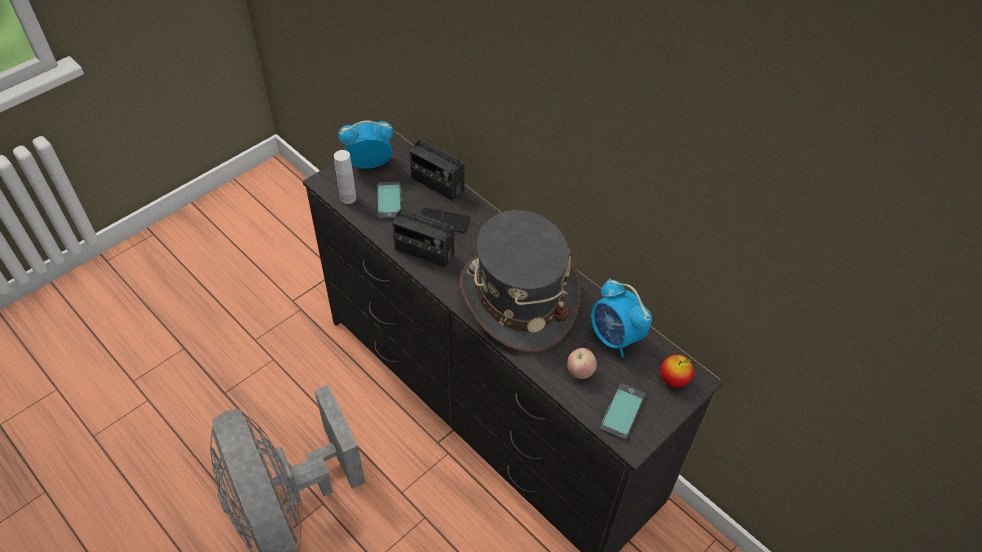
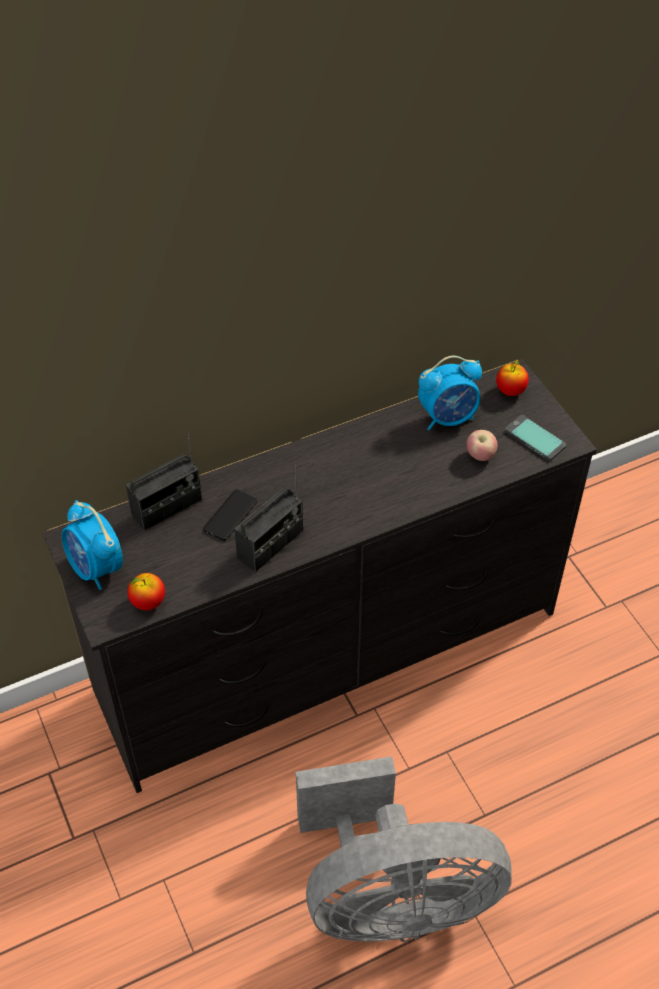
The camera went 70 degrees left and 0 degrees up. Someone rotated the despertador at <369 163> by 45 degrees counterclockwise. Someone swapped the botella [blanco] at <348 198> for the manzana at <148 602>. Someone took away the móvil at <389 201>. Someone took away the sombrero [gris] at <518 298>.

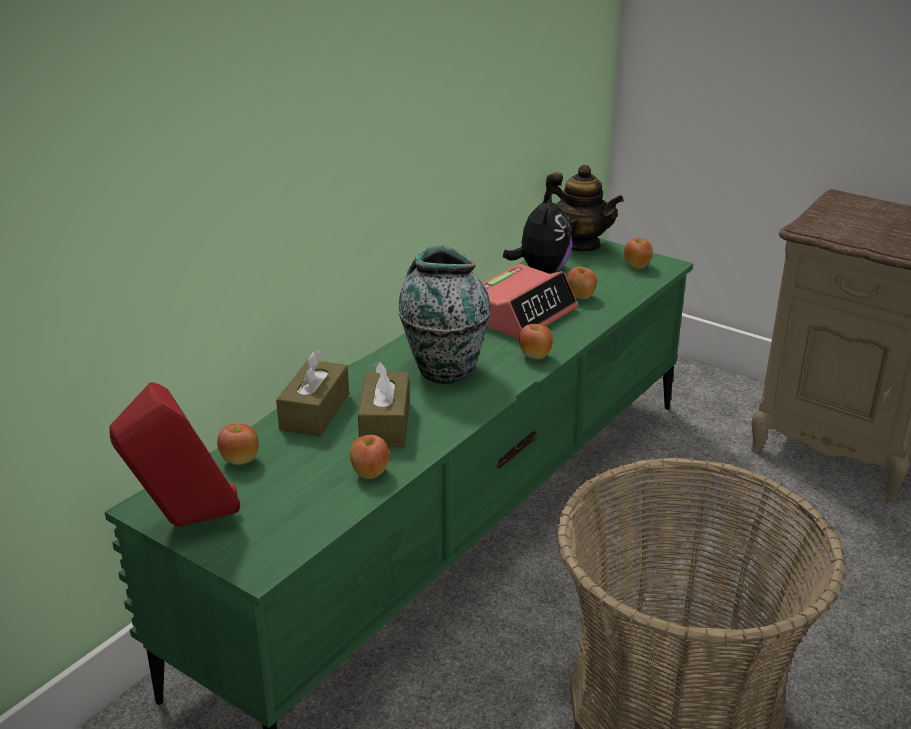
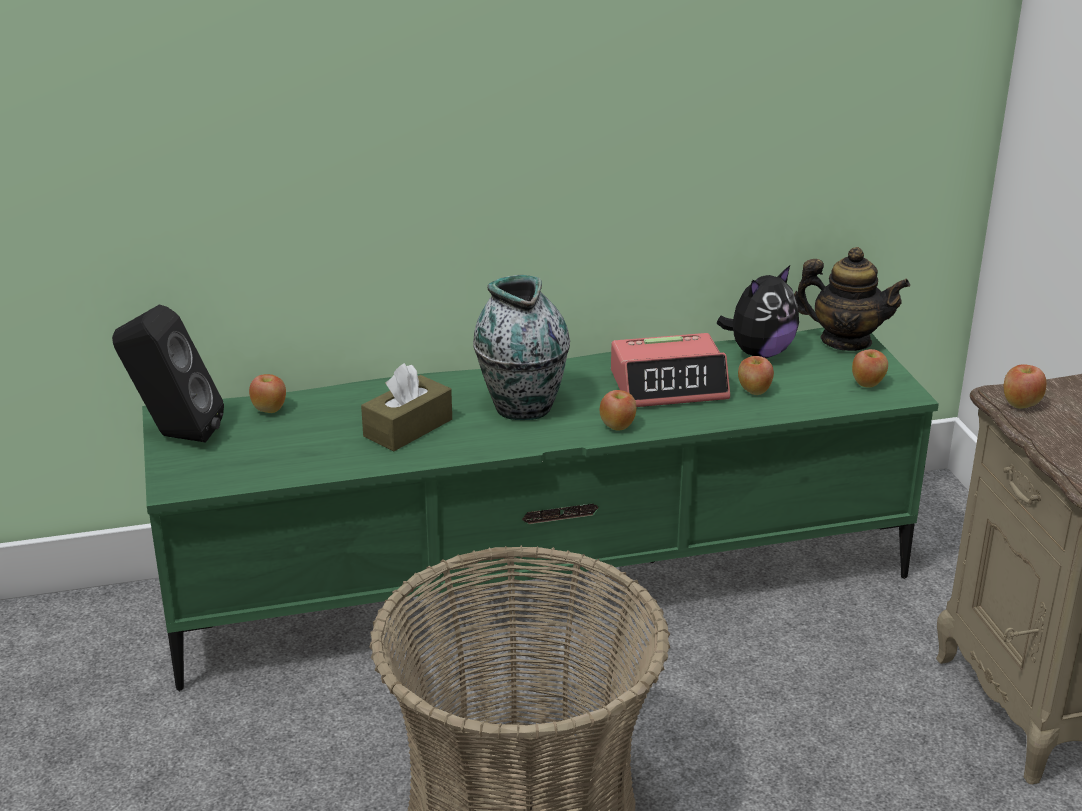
The camera went 40 degrees right and 0 degrees up. Someone repainted the altavoz [rojo] at <184 523>, which became the altavoz [negro] at <174 436>. Someone rotated the tetera at <579 244> by 60 degrees counterclockwise. Someone carried the manzana from <369 473> to <1020 404>. Someone took away the caja de pañuelos [marrón] at <315 412>.

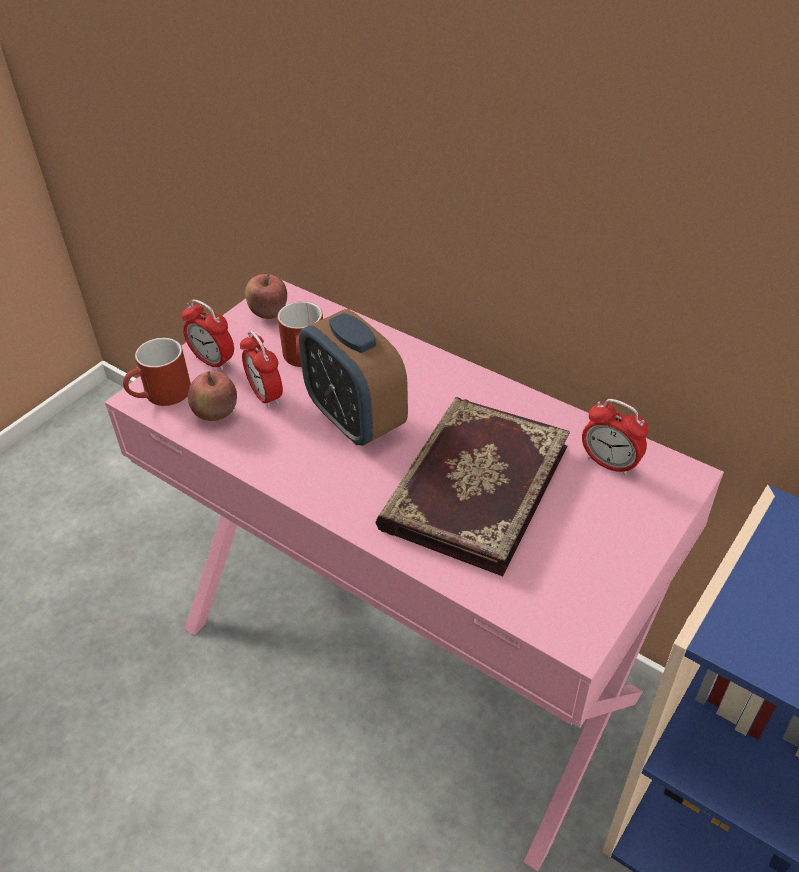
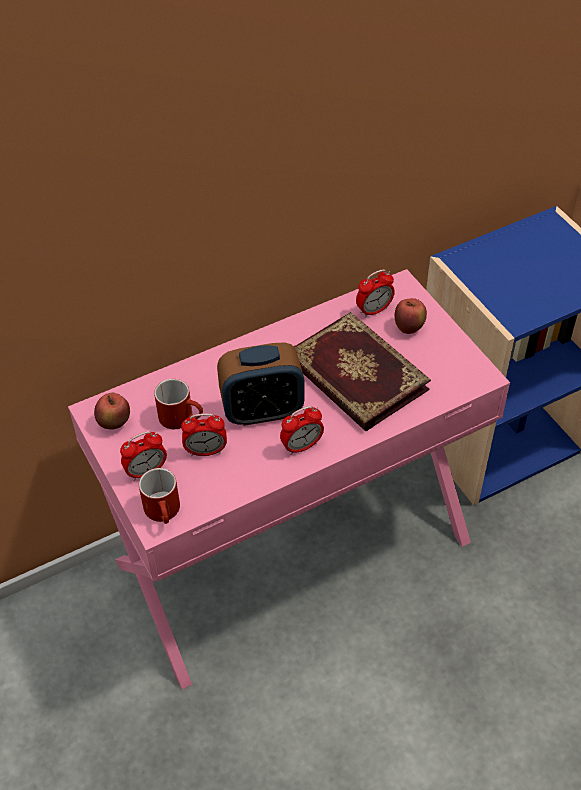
The camera went 65 degrees left and 5 degrees up. Someone put down the despertador at <301 446>. Someone carried the manzana from <216 415> to <409 327>.

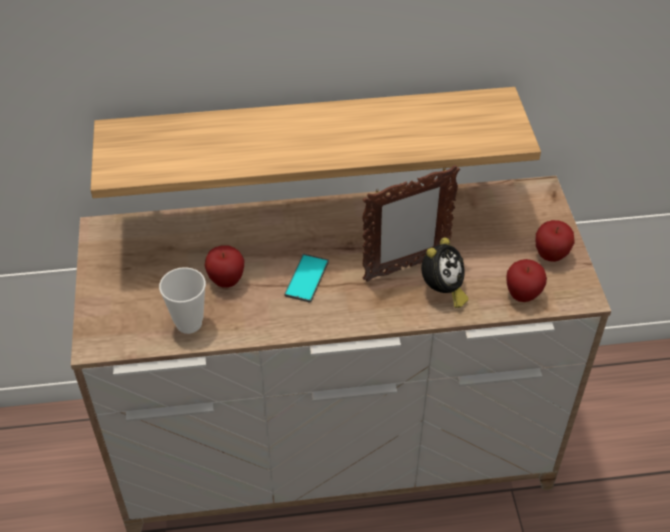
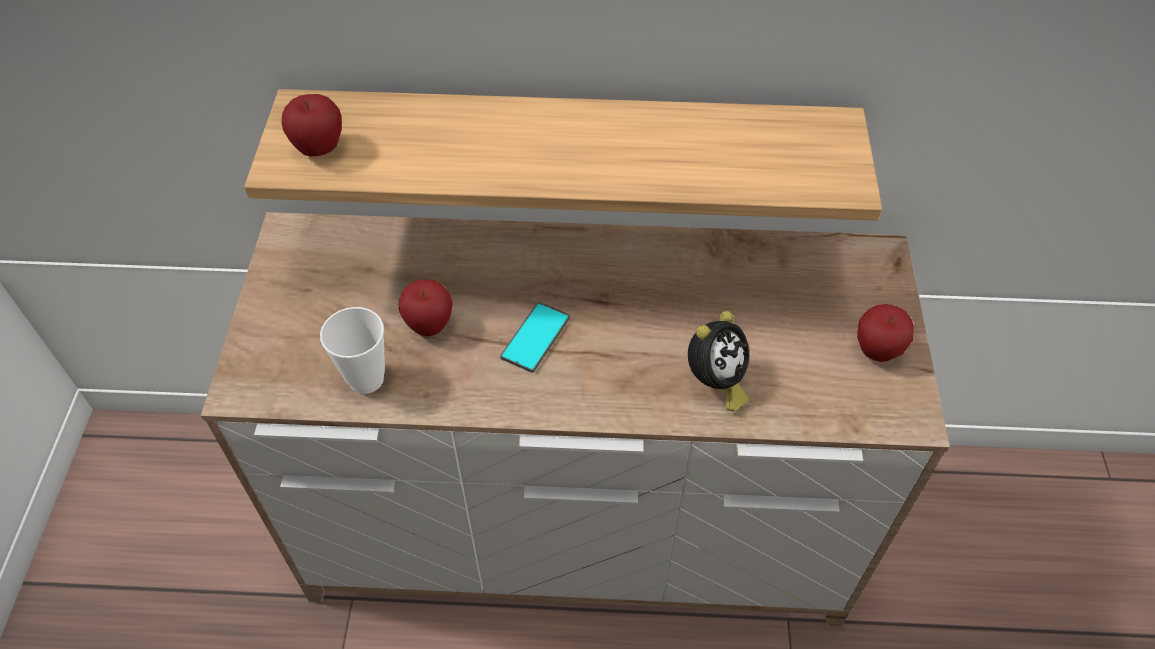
The camera went 10 degrees right and 5 degrees up. Someone carried the manzana from <522 295> to <319 149>. Someone took away the portarretratos at <405 267>.

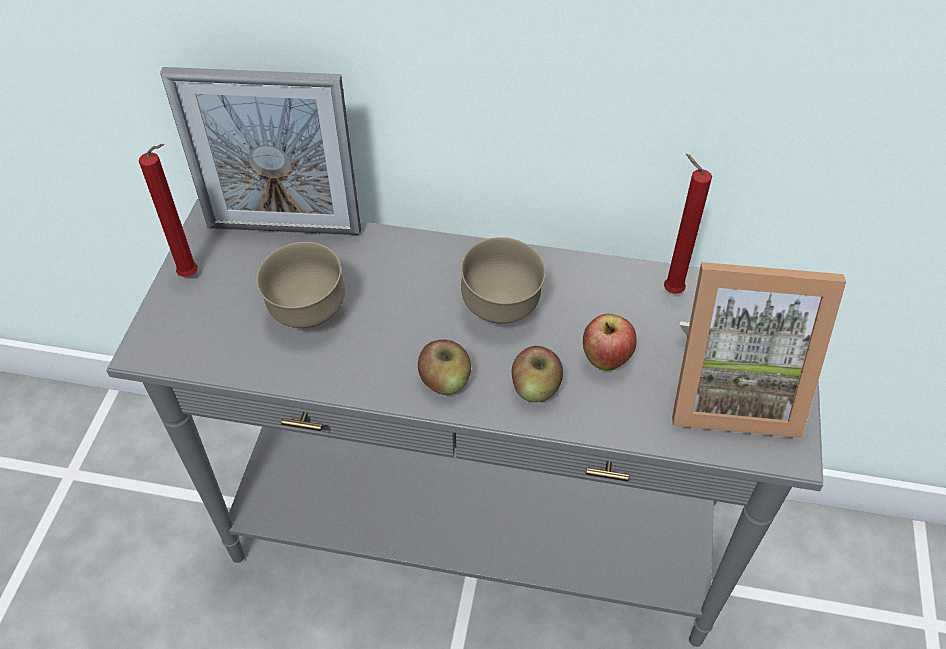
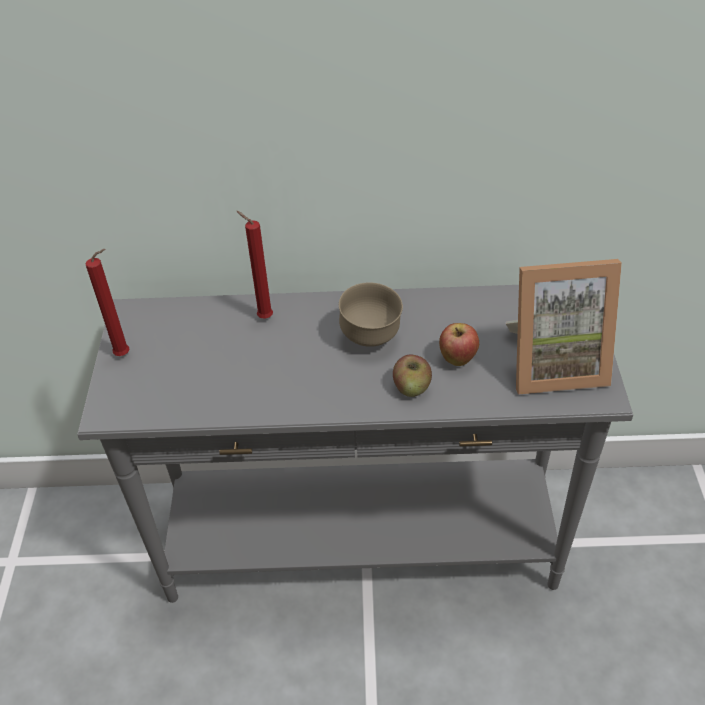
The camera went 10 degrees left and 5 degrees down. Someone carried the vela [rojo] from <669 290> to <263 317>. Someone took away the portarretratos at <284 229>. Someone took away the cuenco [marrón] at <307 314>. Someone took away the manzana at <445 380>.

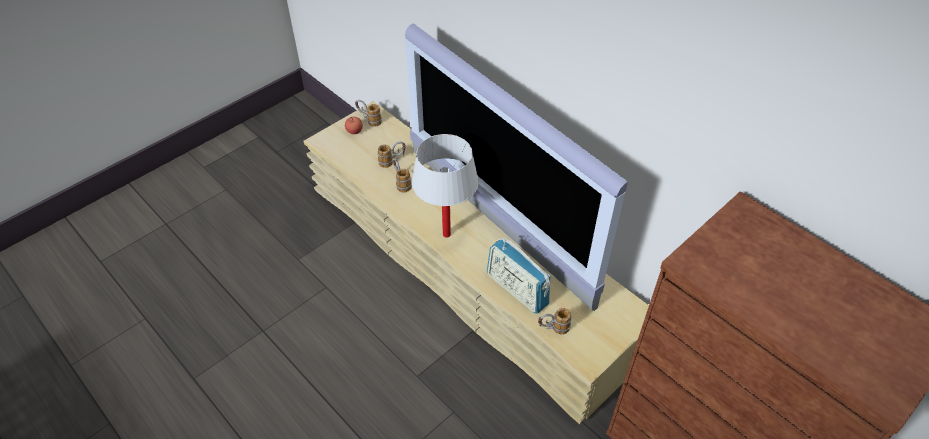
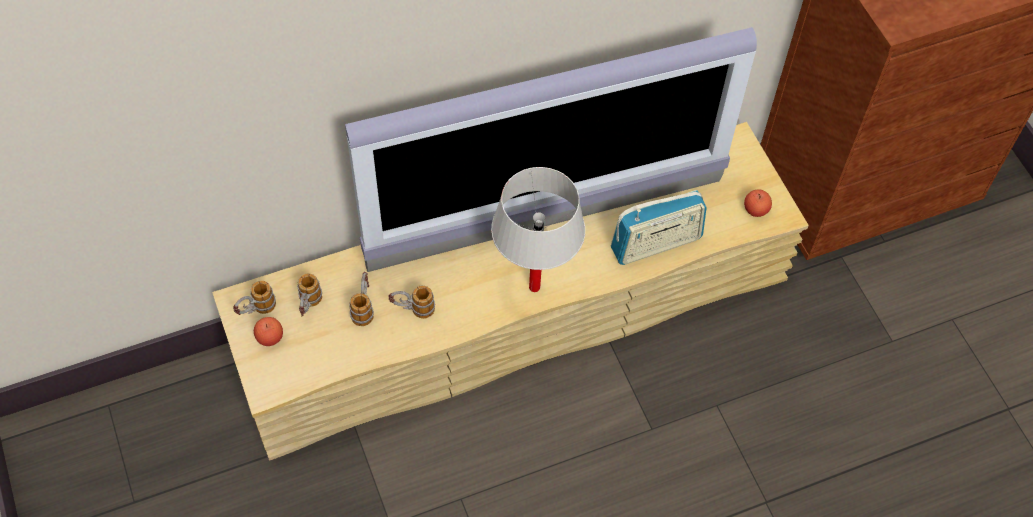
The camera went 70 degrees left and 10 degrees up. Someone carried the taza grande from <553 329> to <309 306>. Someone put down the manzana at <755 209>.

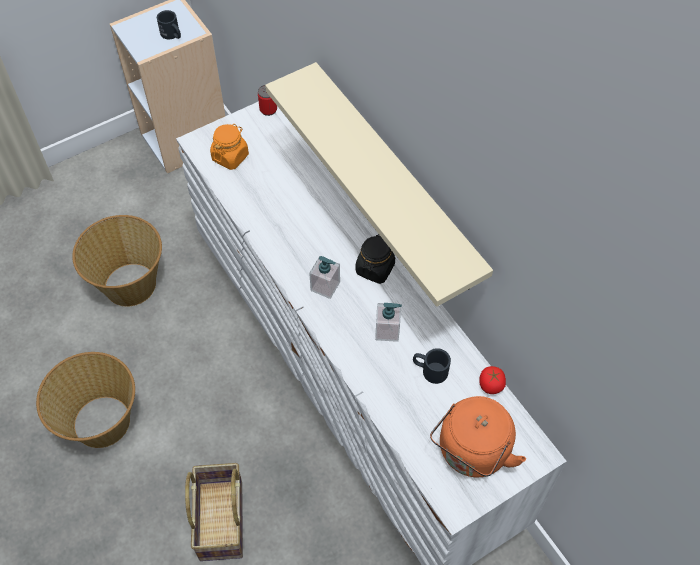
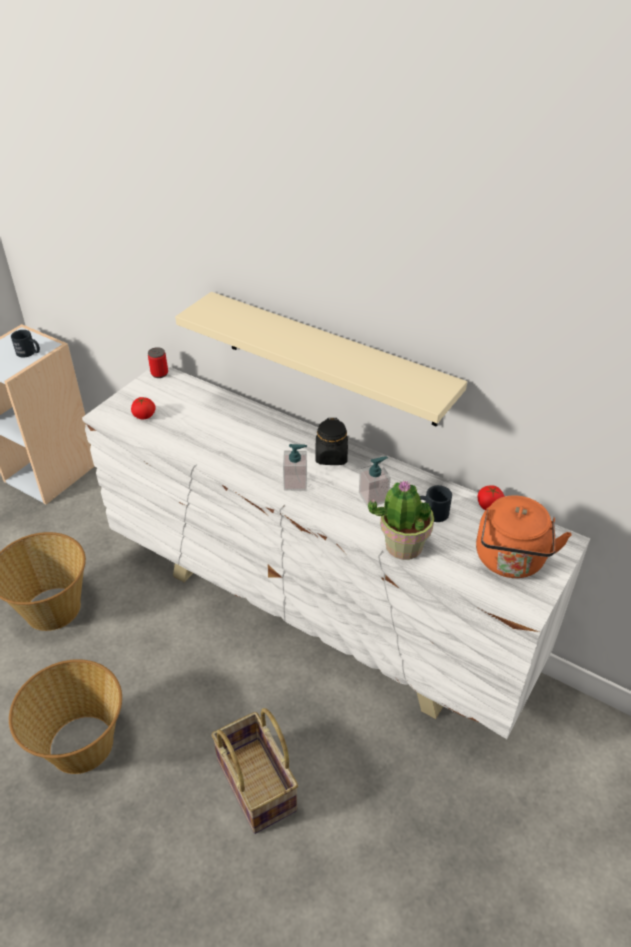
The camera went 25 degrees left and 15 degrees down. Someone swapped the tarro [naranja] at <230 157> for the tomate at <144 416>. Someone put down the planta en maceta at <403 545>.

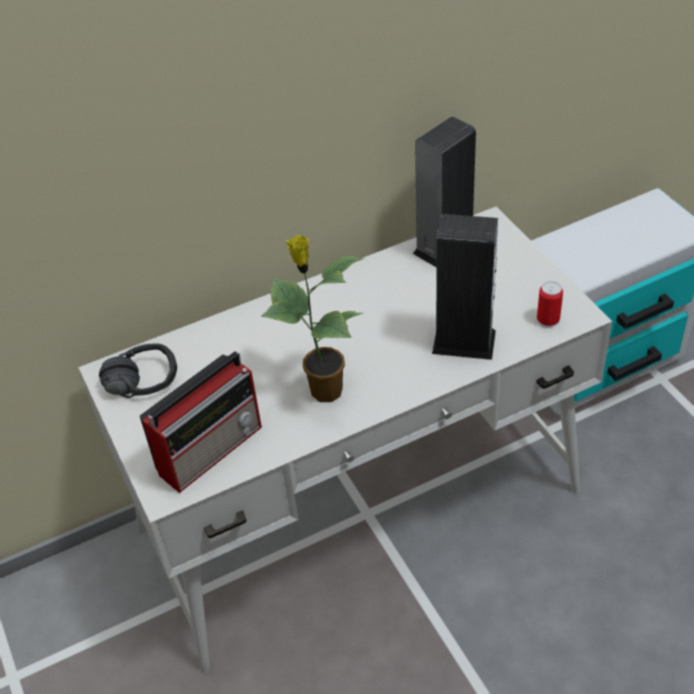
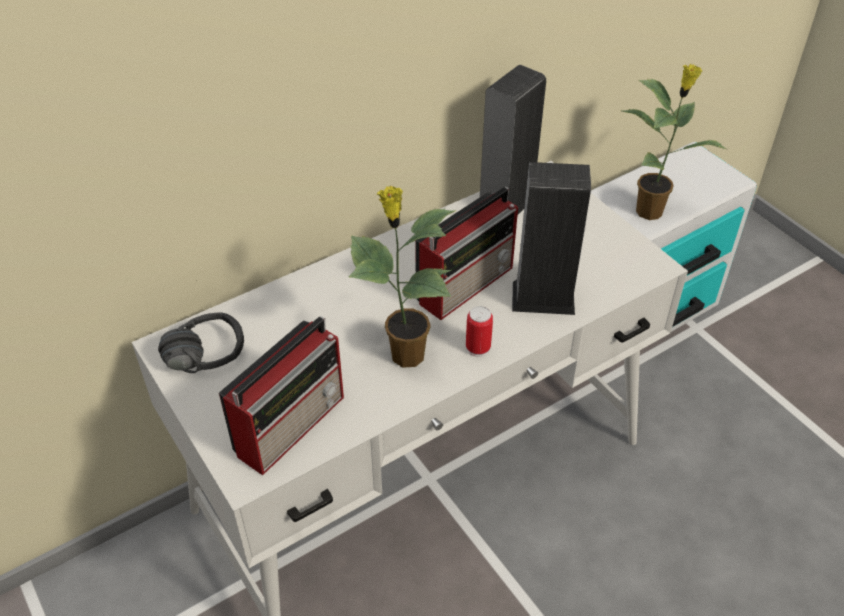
The camera went 10 degrees left and 0 degrees up. Someone put down the radio at <467 283>. Someone carried the lata from <548 320> to <478 347>. Someone put down the planta en maceta at <651 211>.

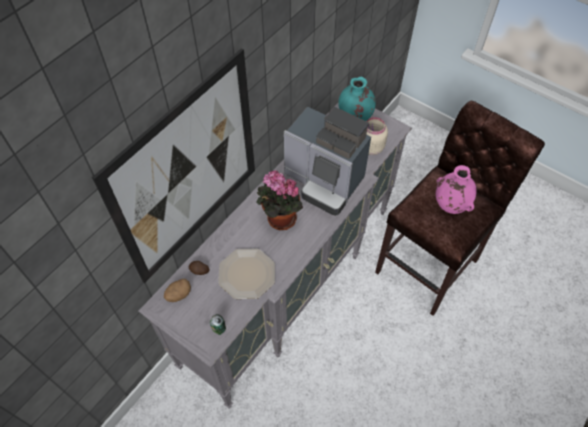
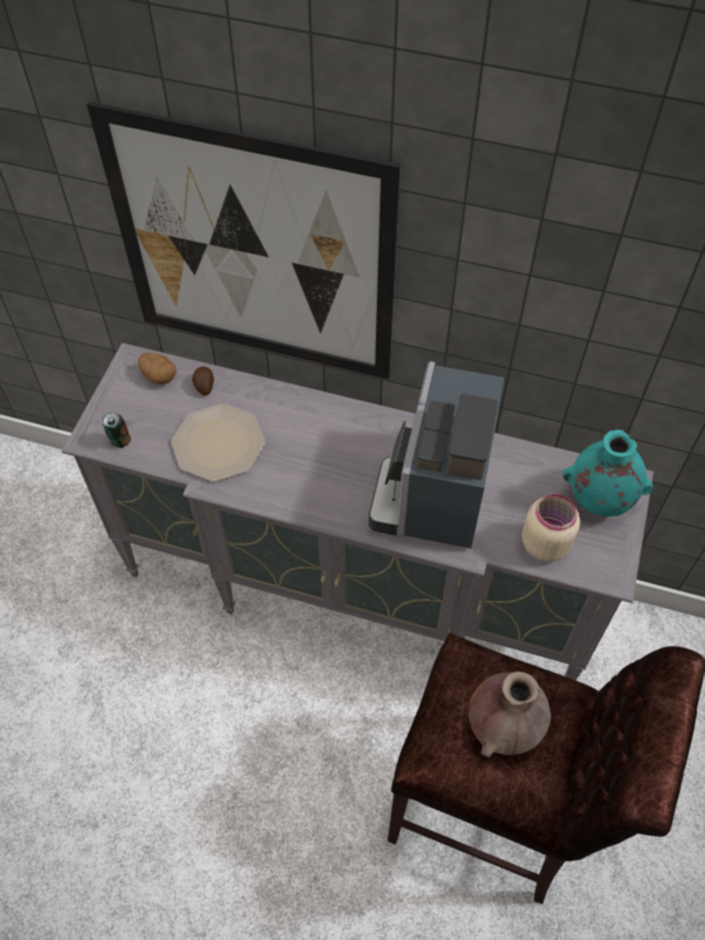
The camera went 70 degrees right and 0 degrees up. Someone repainted the florero [rosa] at <450 205>, which became the florero [marrón] at <502 728>. Someone took away the planta en maceta at <279 219>.

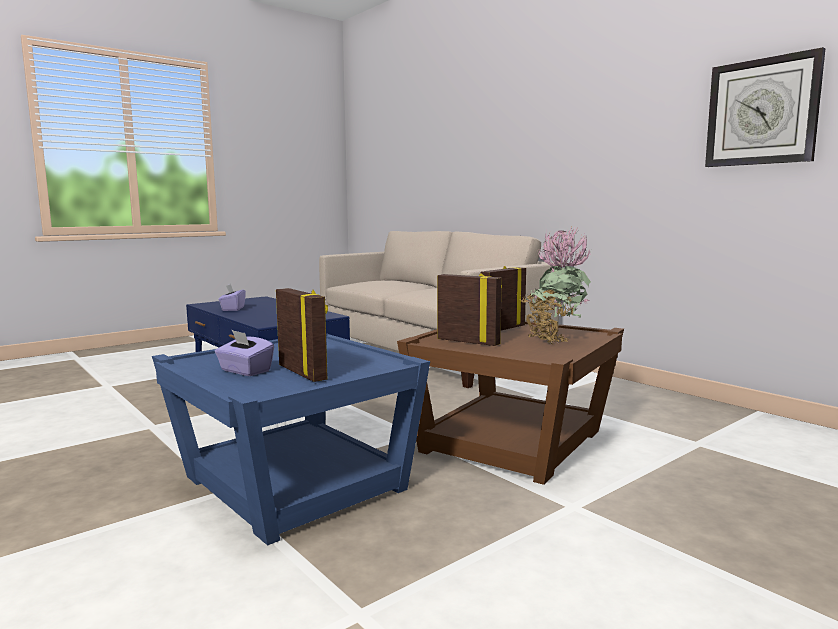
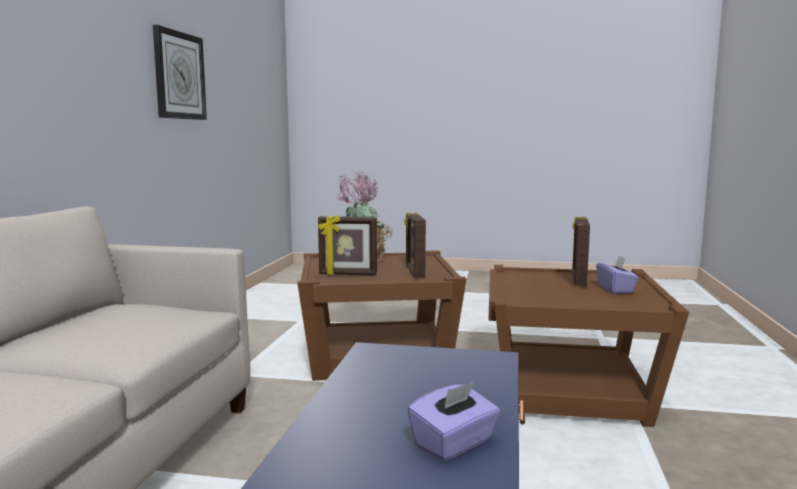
The camera went 130 degrees left and 0 degrees up. Someone repainted the mesa auxiliar [azul] at <292 483>, which became the mesa auxiliar [marrón] at <571 389>.

